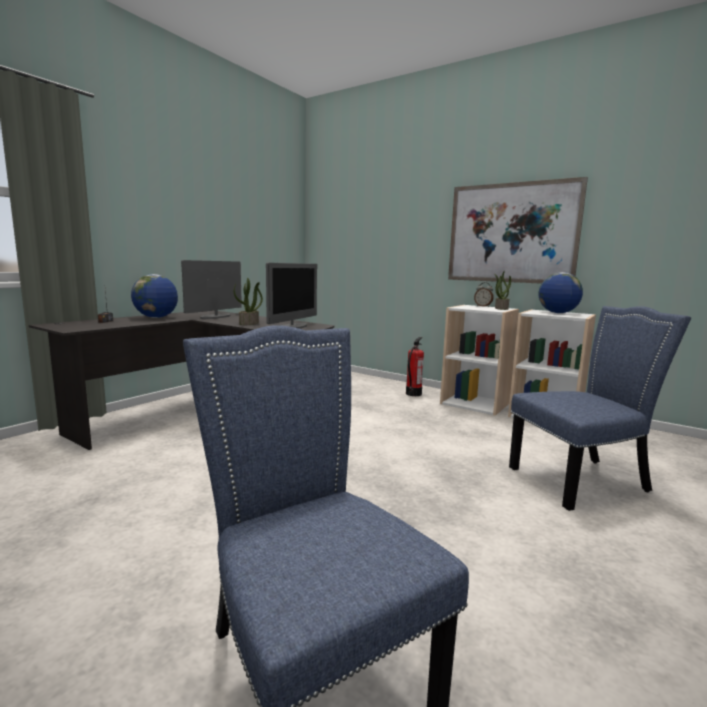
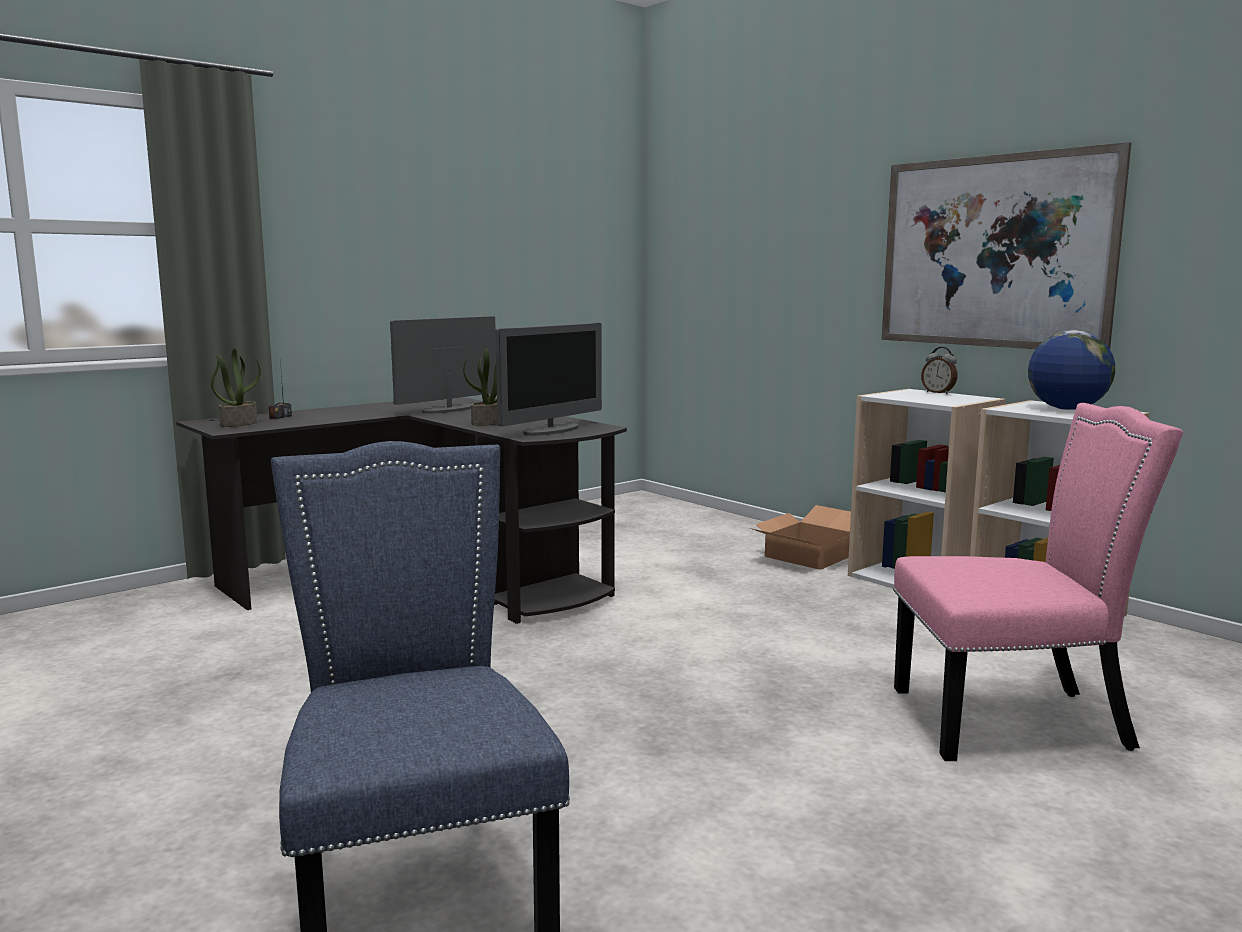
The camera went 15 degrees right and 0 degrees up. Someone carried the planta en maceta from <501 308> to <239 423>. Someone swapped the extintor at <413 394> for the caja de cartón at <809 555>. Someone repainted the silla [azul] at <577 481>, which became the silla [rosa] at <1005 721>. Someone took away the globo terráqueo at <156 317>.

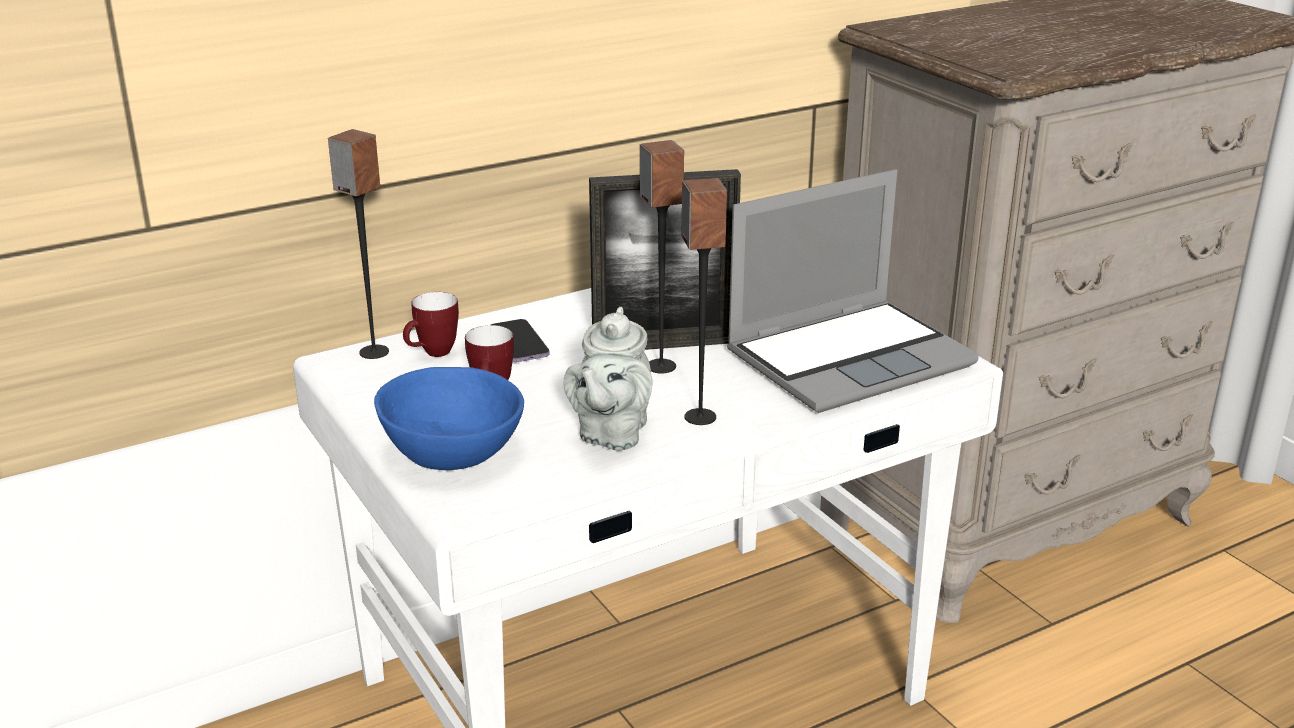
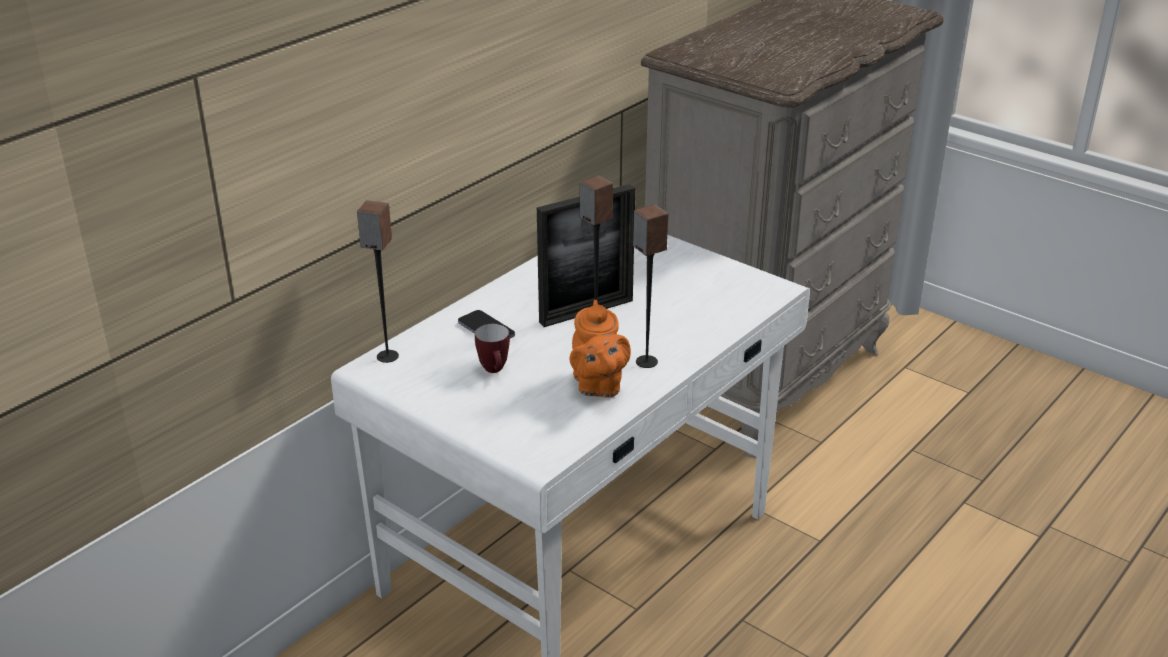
The camera went 20 degrees left and 5 degrees up. Someone repainted the tetera [gris] at <611 434>, which became the tetera [naranja] at <597 386>. Someone took away the cuenco [azul] at <451 452>. Someone took away the taza grande at <433 354>. Someone took away the portátil at <850 357>.

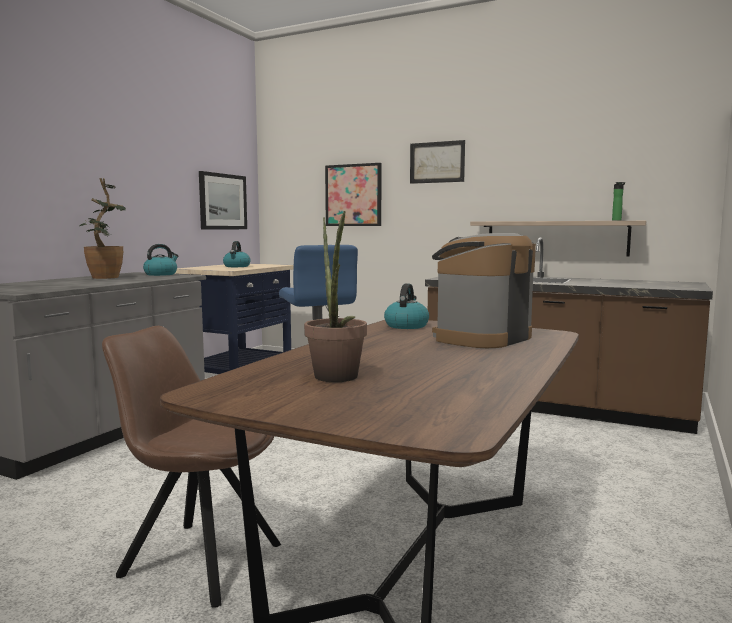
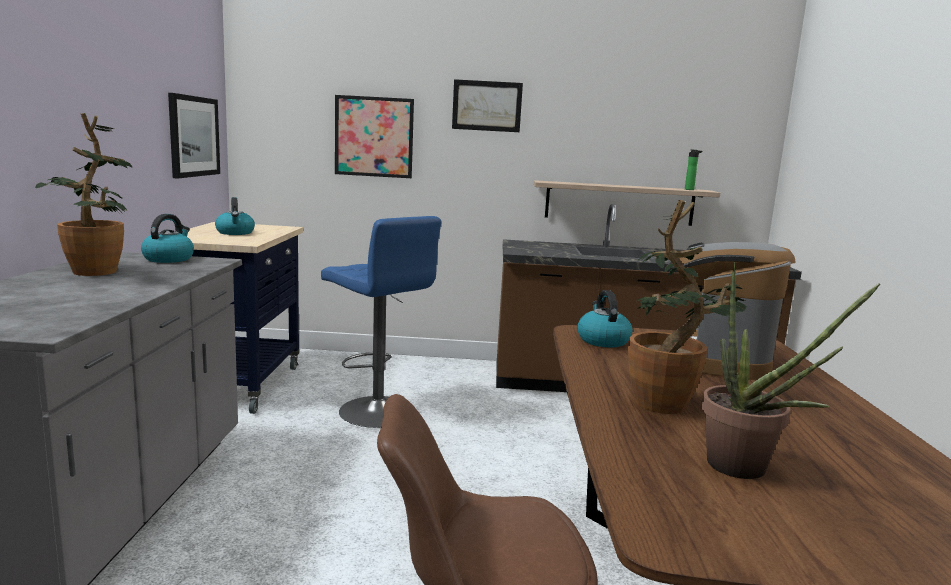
The camera went 25 degrees left and 5 degrees up. Someone put down the planta en maceta at <672 402>.

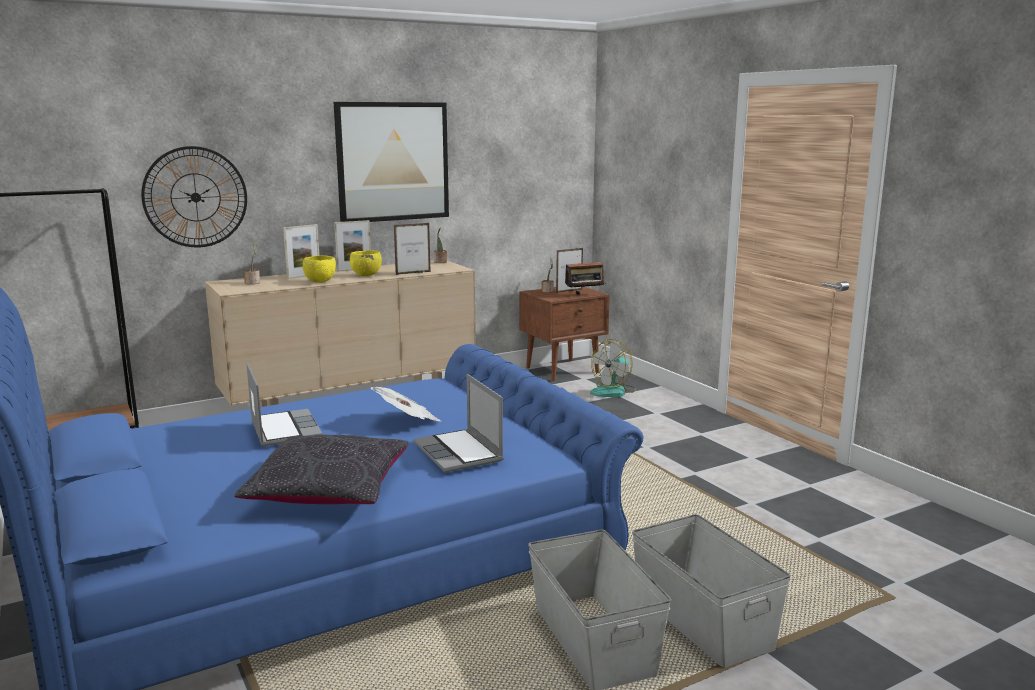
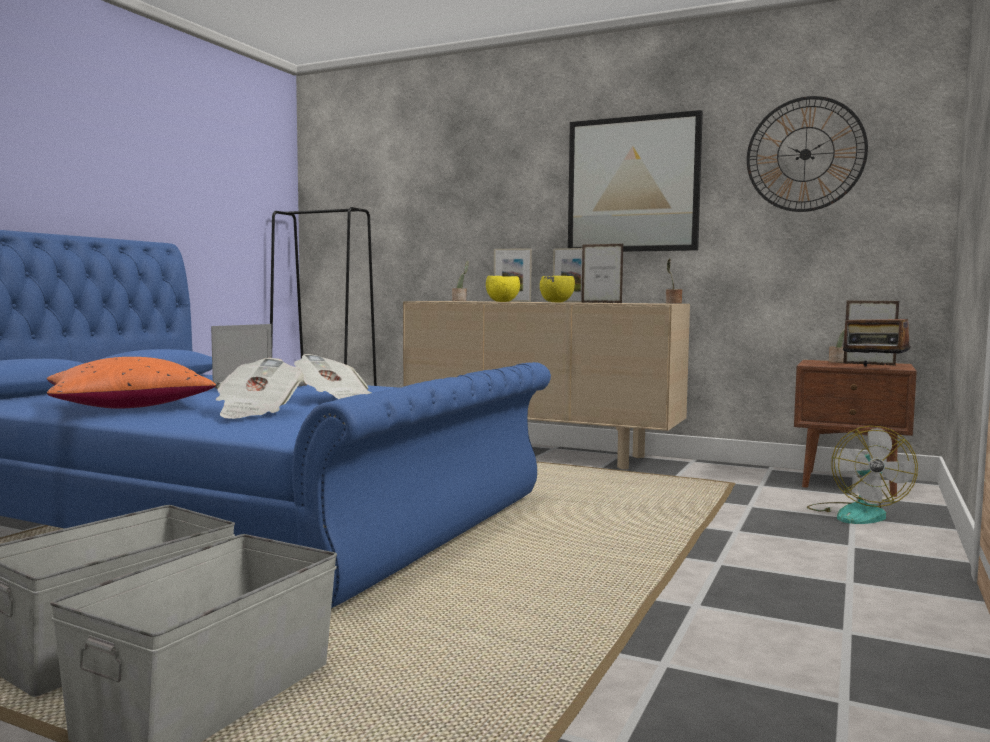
The camera went 55 degrees right and 10 degrees down. Someone repainted the cojín [negro] at <329 491>, which became the cojín [naranja] at <130 407>. Someone swapped the portátil at <459 453> for the periódico at <257 412>. Someone carried the reloj de pared from <195 197> to <805 154>. Someone rotated the ventilador at <613 391> by 90 degrees counterclockwise.

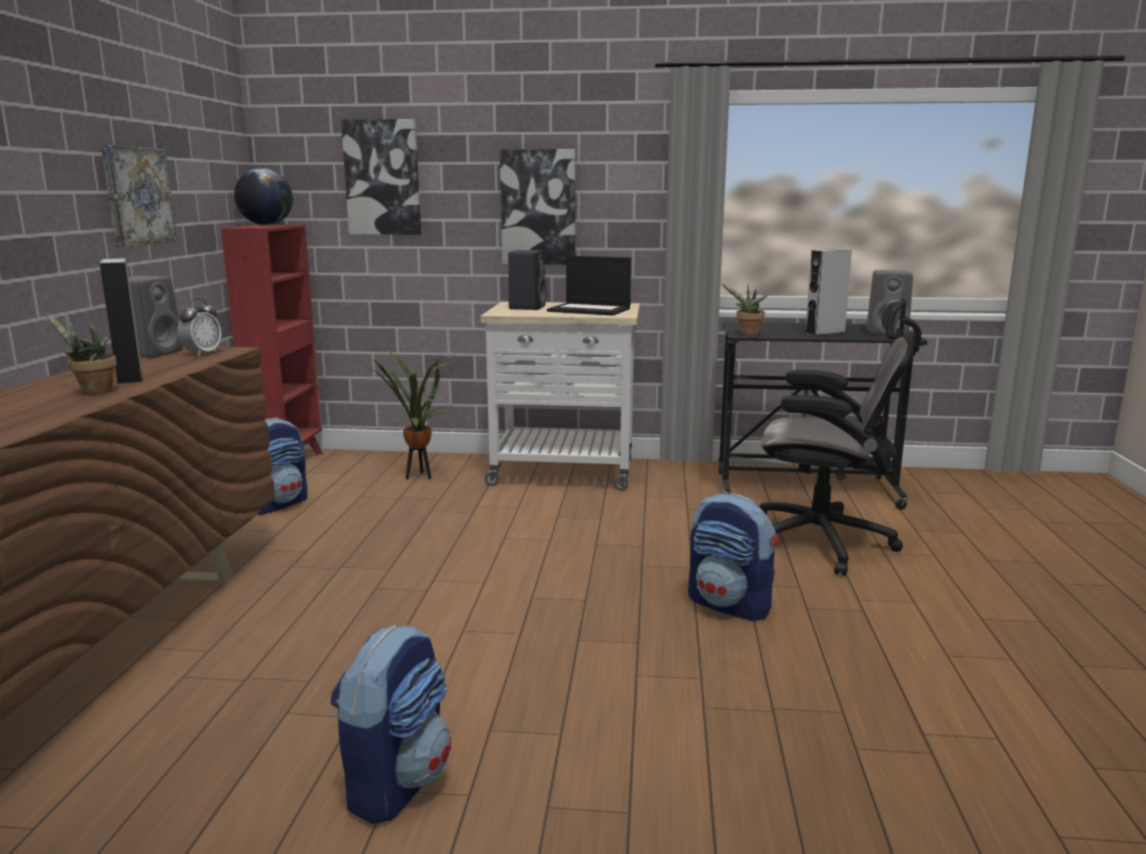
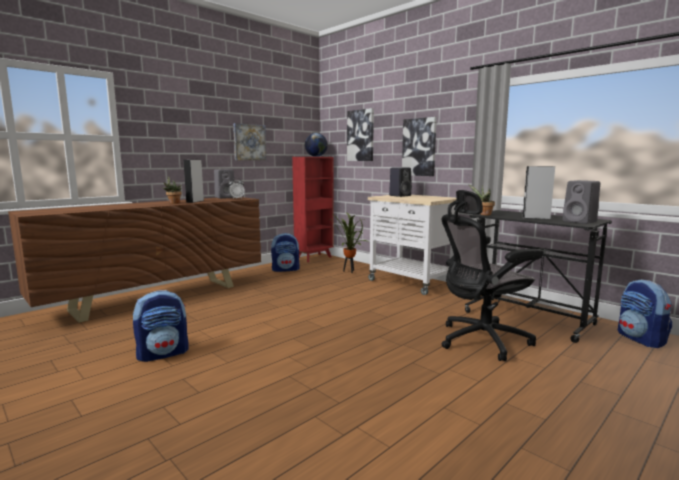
The camera went 40 degrees right and 5 degrees down. Someone rotated the silla de oficina at <820 542> by 105 degrees clockwise. Someone carried the mochila from <730 605> to <641 339>. Someone took away the portátil at <590 310>.

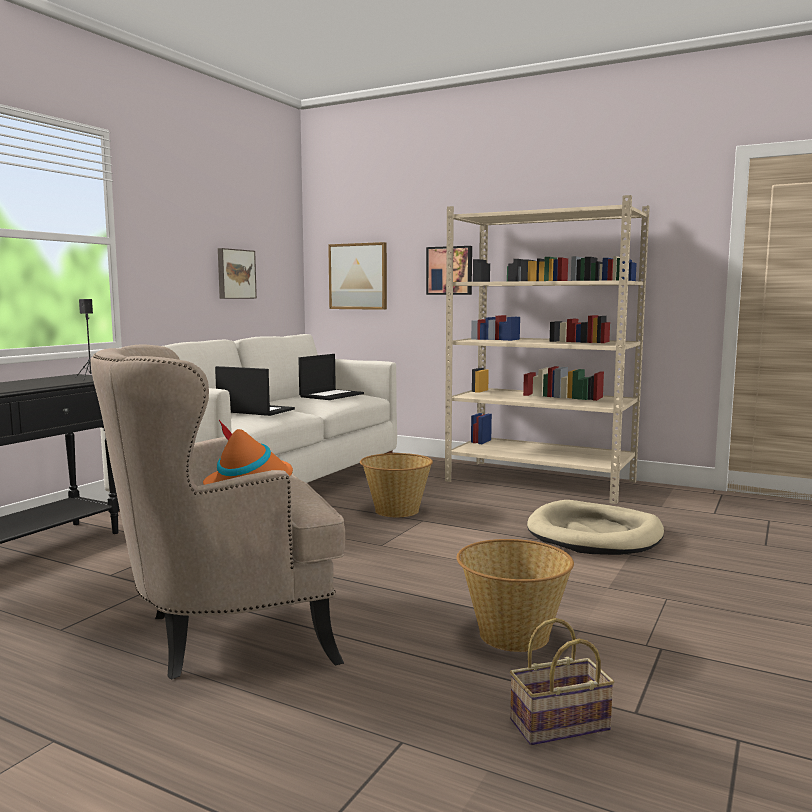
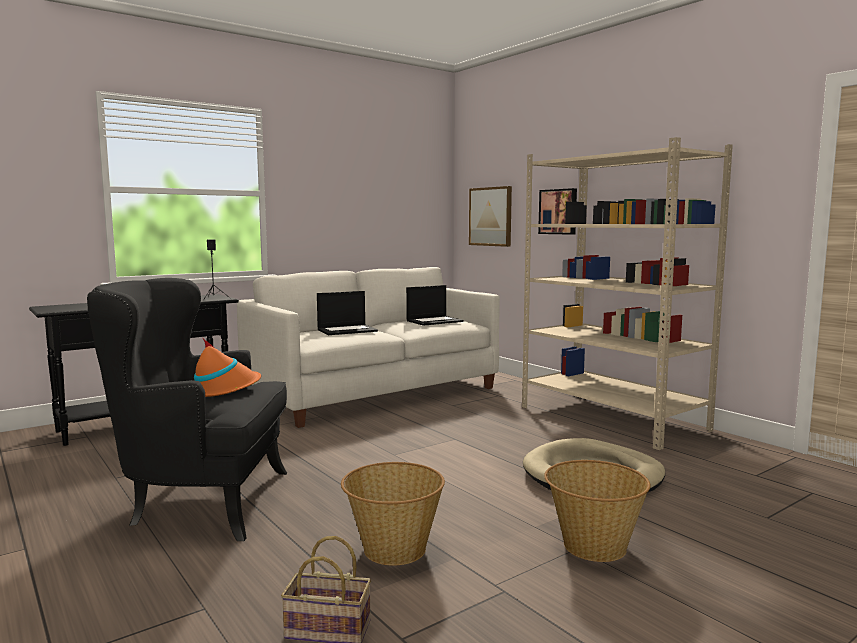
The camera went 25 degrees right and 0 degrees up. Someone repainted the sillón [beis] at <226 634>, which became the sillón [negro] at <200 502>. Someone rotated the portátil at <254 410> by 105 degrees clockwise. Someone carried the cesta from <396 511> to <593 546>. Someone took away the cuadro at <235 274>.

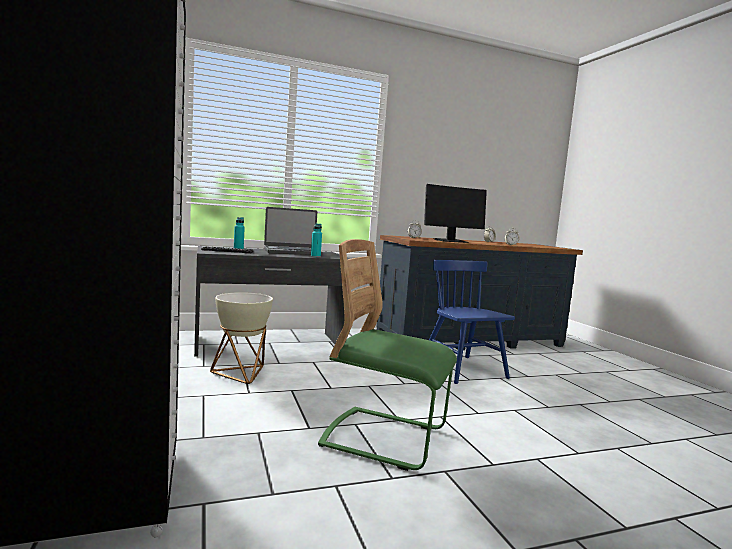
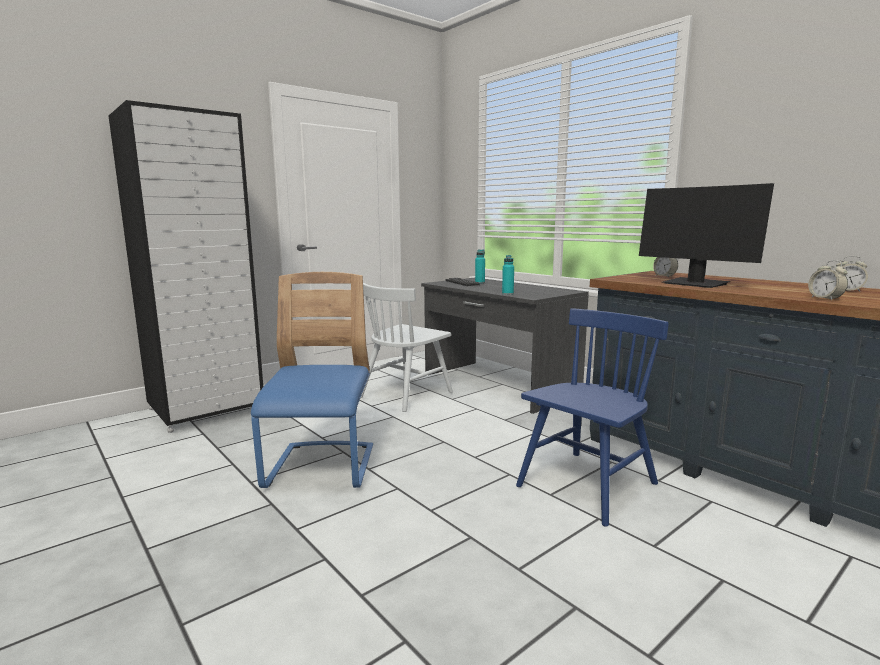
The camera went 70 degrees right and 5 degrees up. Someone repainted the silla [verde] at <384 438>, which became the silla [azul] at <321 468>. Someone swapped the maceta at <240 374> for the silla [blanco] at <406 395>. Someone took away the portátil at <292 252>.

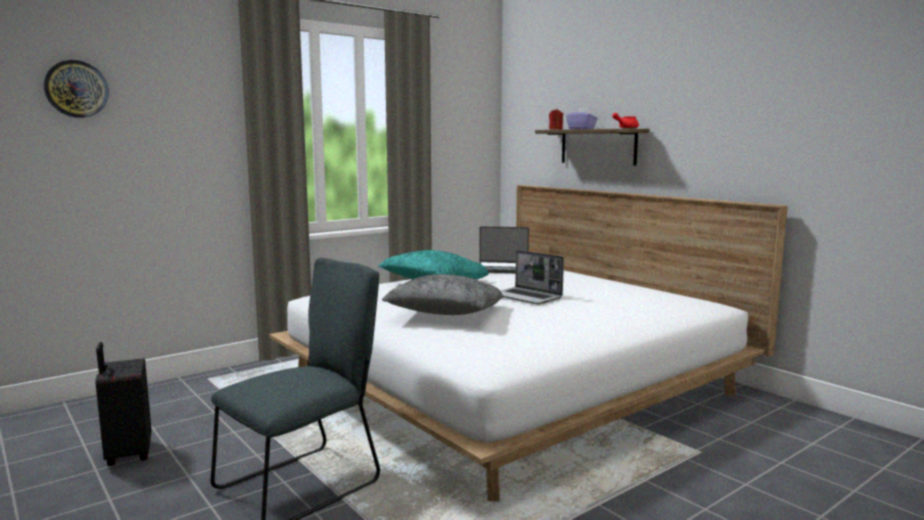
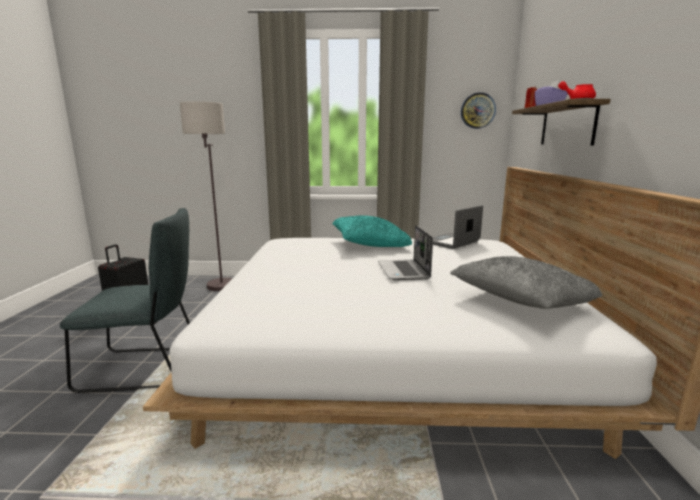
The camera went 40 degrees right and 5 degrees up. Someone put down the lámpara de pie [gris] at <220 289>. Someone rotated the portátil at <502 269> by 90 degrees clockwise. Someone carried the cojín [gris] from <446 314> to <522 300>. Someone carried the reloj de pared from <76 89> to <477 110>.

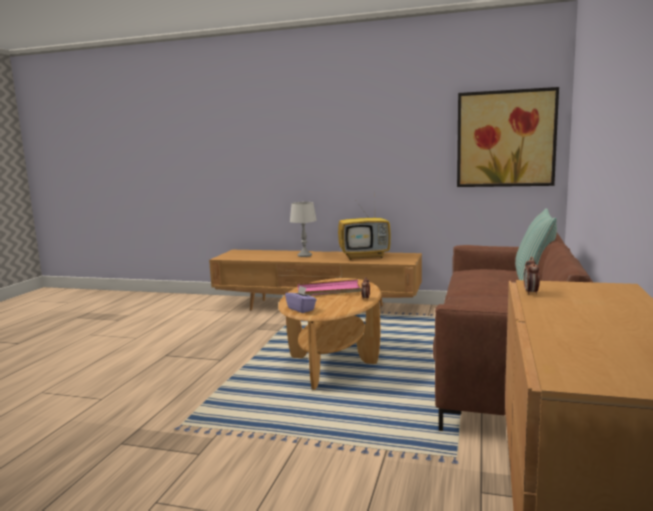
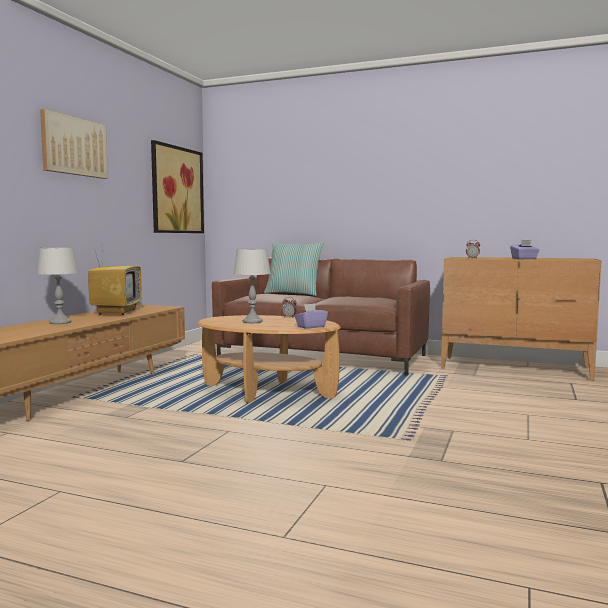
The camera went 85 degrees left and 5 degrees down. Someone put up the cuadro at <74 146>. Someone swapped the bandeja [rosa] at <329 291> for the lámpara de mesa [gris] at <252 322>. Someone put down the caja de pañuelos [morado] at <524 258>.

